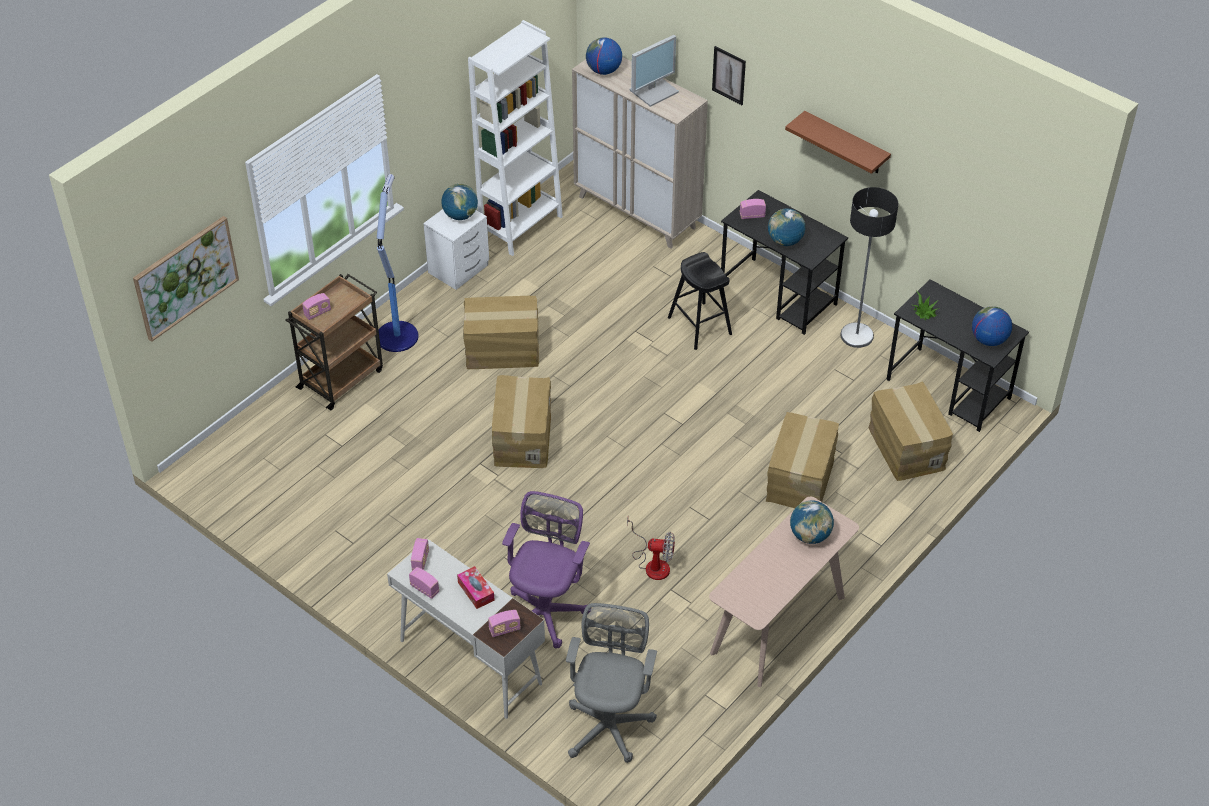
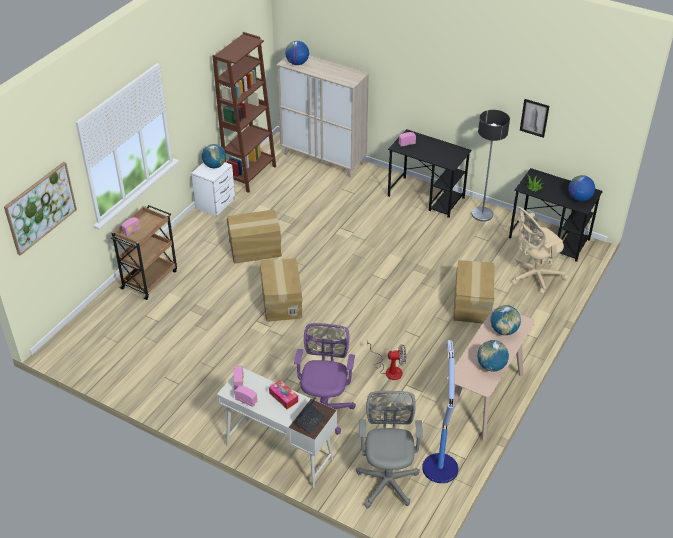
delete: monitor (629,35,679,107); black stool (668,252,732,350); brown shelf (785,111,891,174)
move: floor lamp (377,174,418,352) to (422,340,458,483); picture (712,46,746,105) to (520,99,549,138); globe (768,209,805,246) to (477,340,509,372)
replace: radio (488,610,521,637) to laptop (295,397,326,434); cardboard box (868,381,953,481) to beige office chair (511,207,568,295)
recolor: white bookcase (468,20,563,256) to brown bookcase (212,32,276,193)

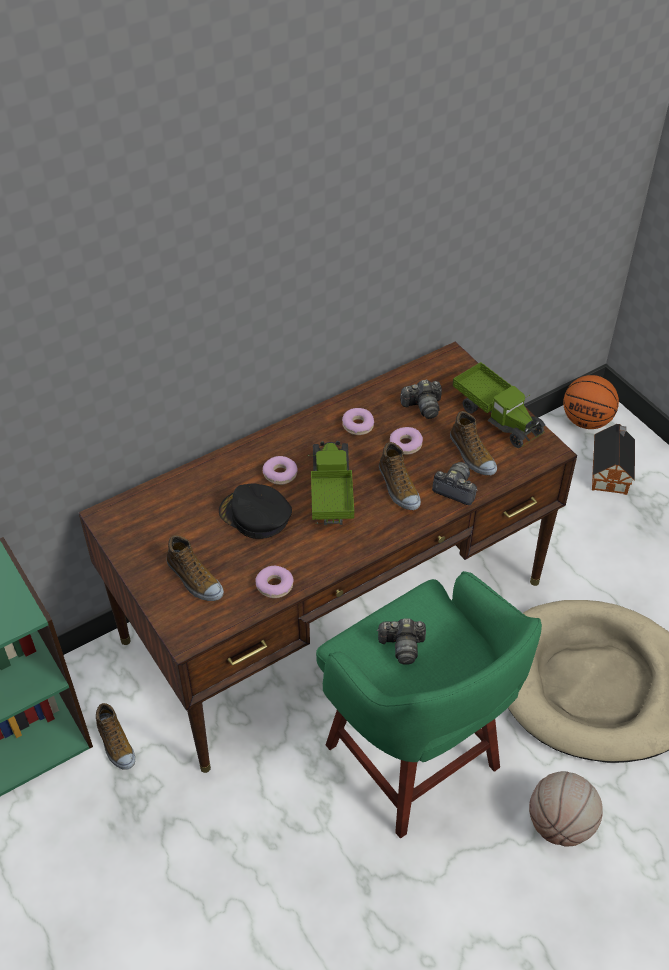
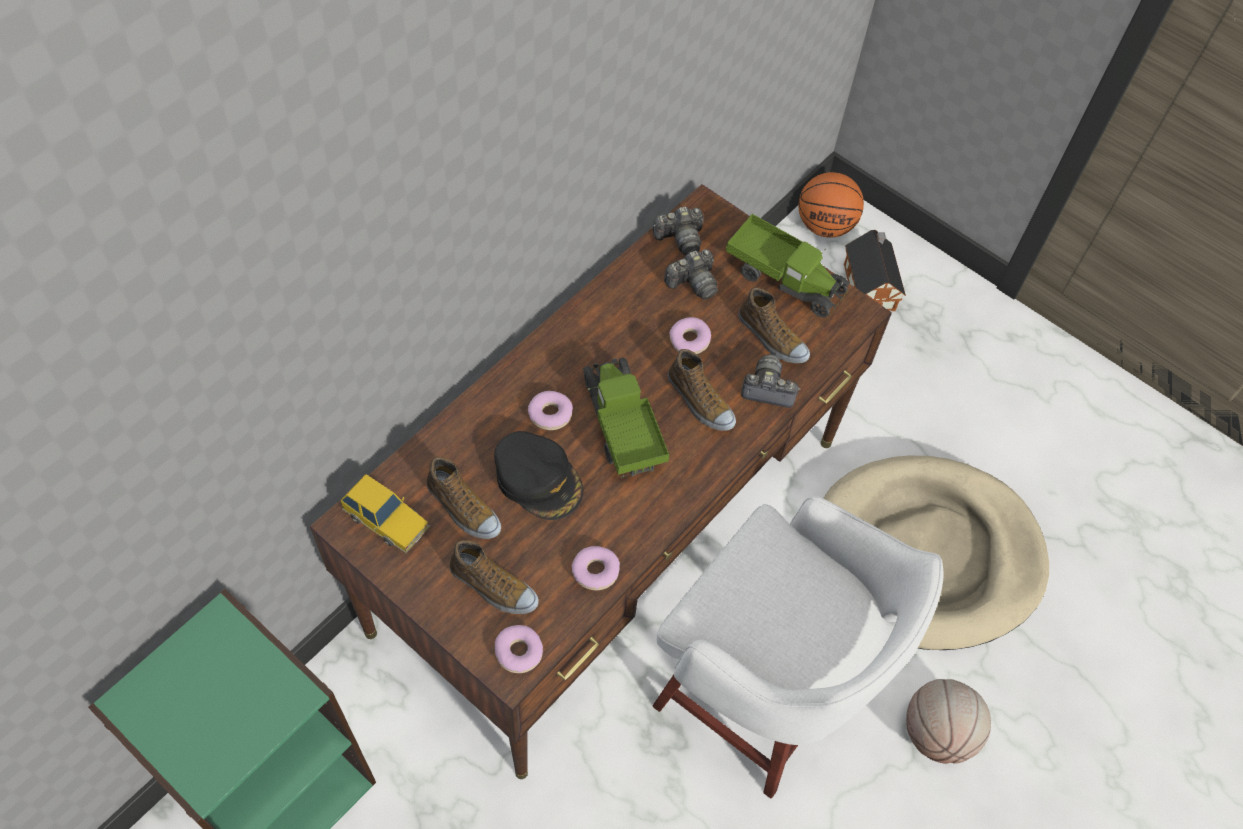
insert: toy car (340,474,430,553)
move: shoe (96,703,135,770) to (427,457,501,539); donut (342,408,374,435) to (495,625,543,673); photo camera (377,618,426,664) to (653,207,704,255)
recolor: green stool (316,571,542,838) to white stool (653,496,944,799)
rotate: black cap (219,483,292,539) = (494,431,583,520) 150 degrees counterclockwise

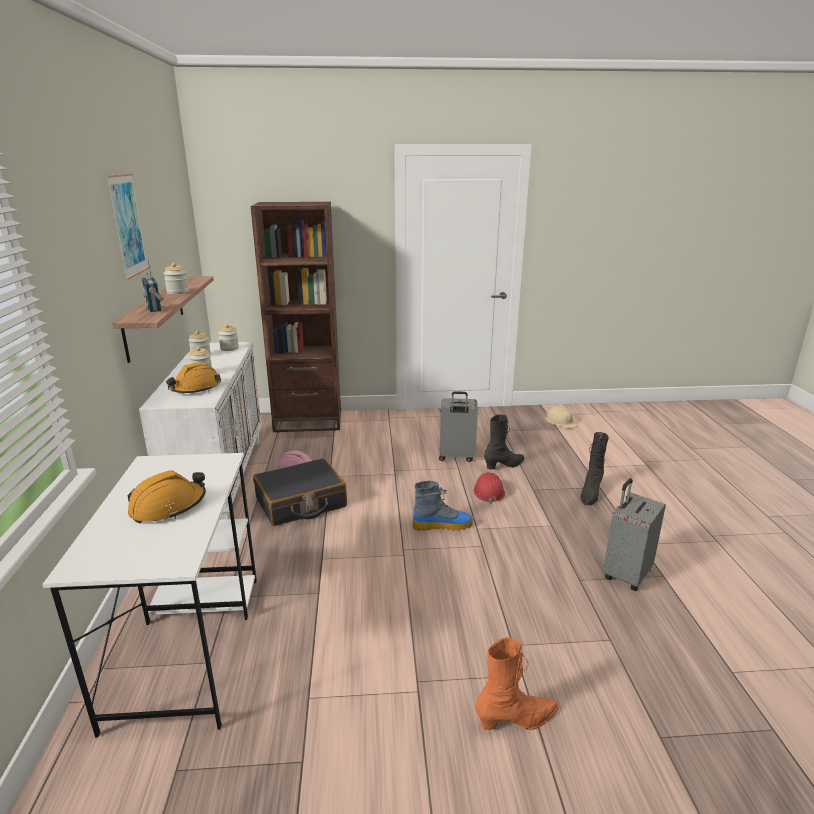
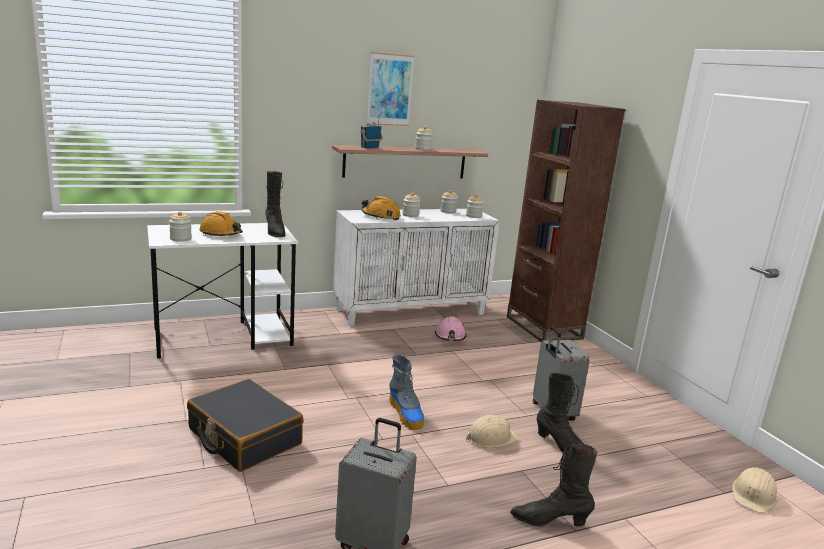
delete: orange boot (475,637,559,730)
insert: jar (169,212,192,242); black boot (265,171,286,237)
move: black suitcase (253,458,347,526) to (187,379,303,472)
recolor: red hard hat (474,472,505,504) to beige hard hat (466,415,519,448)

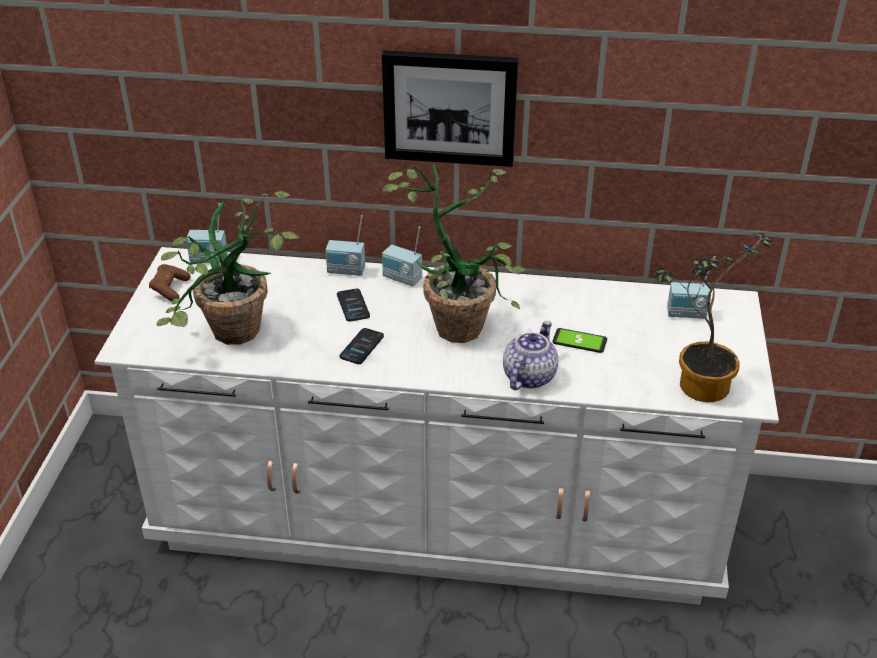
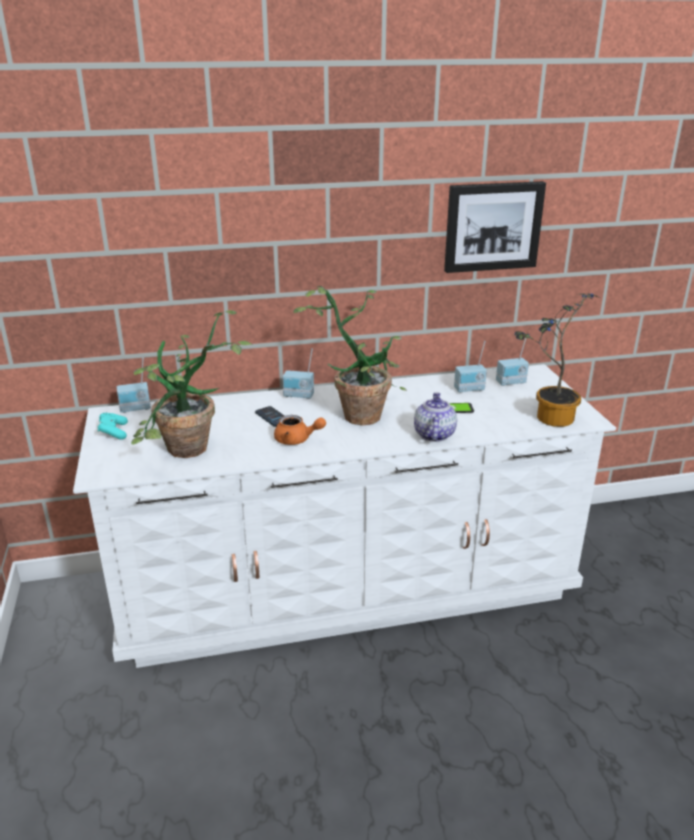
move: radio (325,215,365,276) to (454,341,487,392); picture (382,50,518,167) to (444,181,546,273)
replace: phone (340,328,384,364) to orange teapot (274,415,326,445)
recolor: brown game controller (149,264,191,302) to turquoise game controller (98,413,128,440)

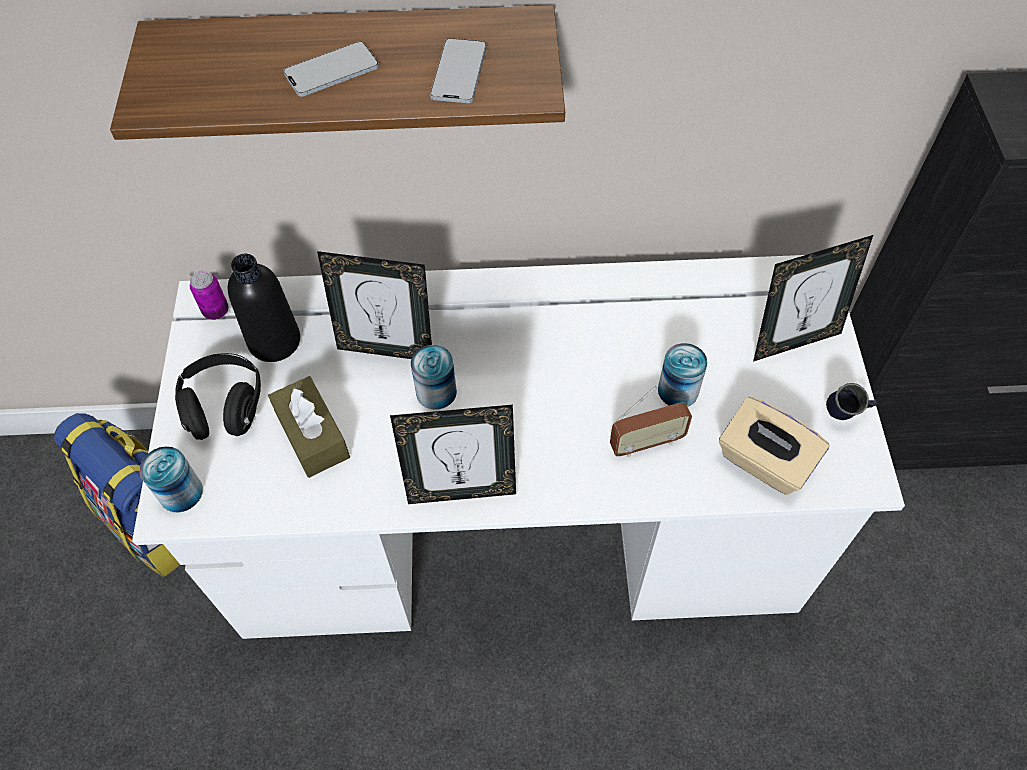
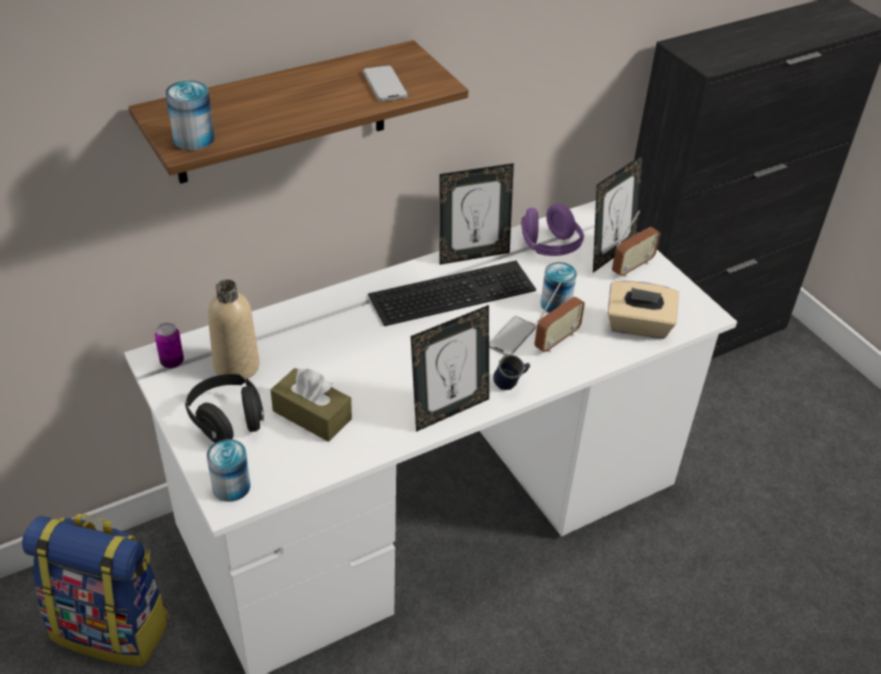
insert: keyboard (368,261,536,326); purple headphones (521,203,584,256); radio (612,211,660,277)
move: phone (283,41,379,97) to (489,316,536,355); picture frame (317,251,432,359) to (439,163,514,265); can (411,345,457,410) to (166,81,215,150); blue mug (826,383,877,420) to (493,354,530,390)
recolor: black bottle (228,254,300,362) to beige bottle (208,279,260,378)

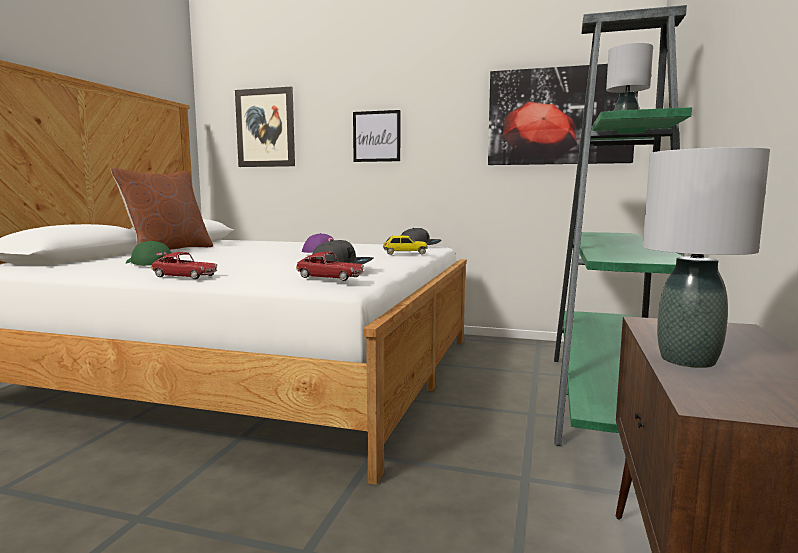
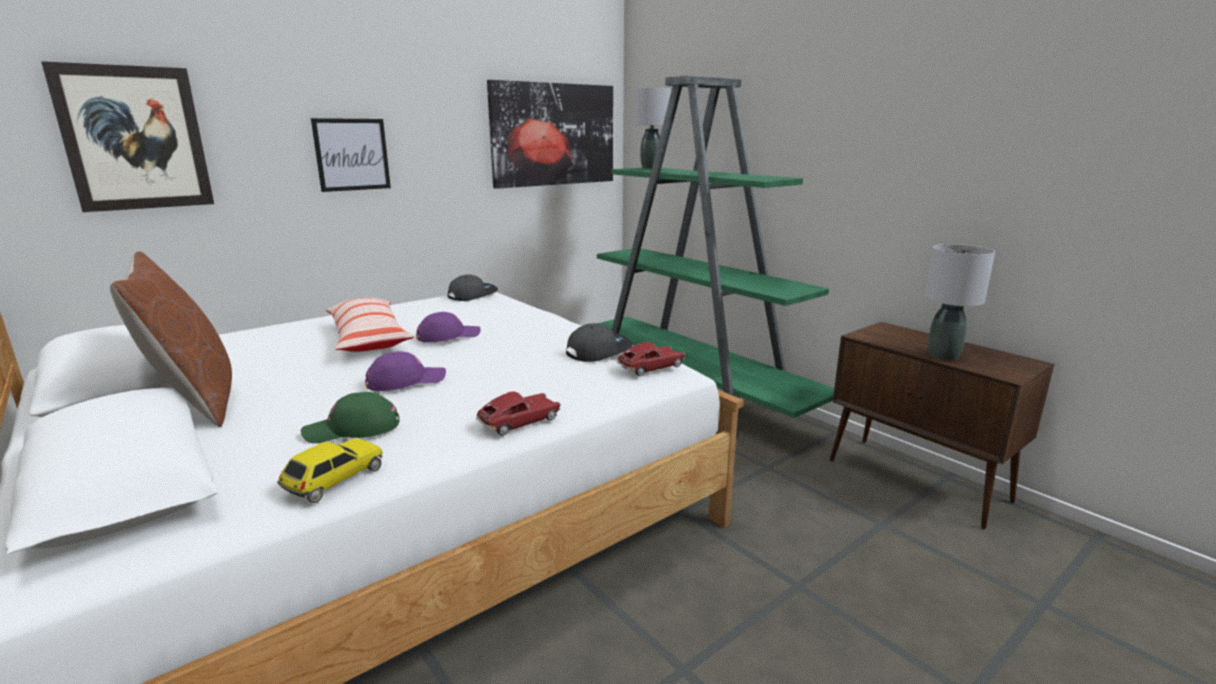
insert: pillow (326,298,414,352); purple cap (365,351,446,391)
move: toy car (383,236,428,255) to (277,438,383,503)

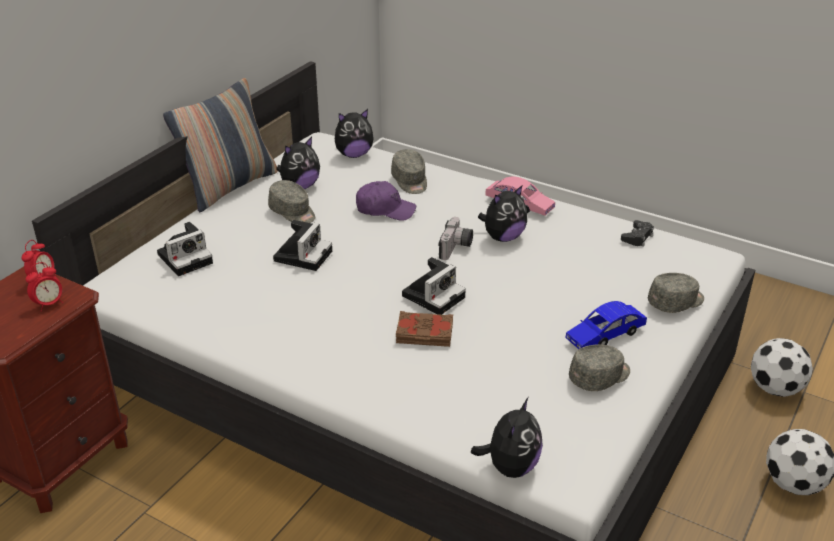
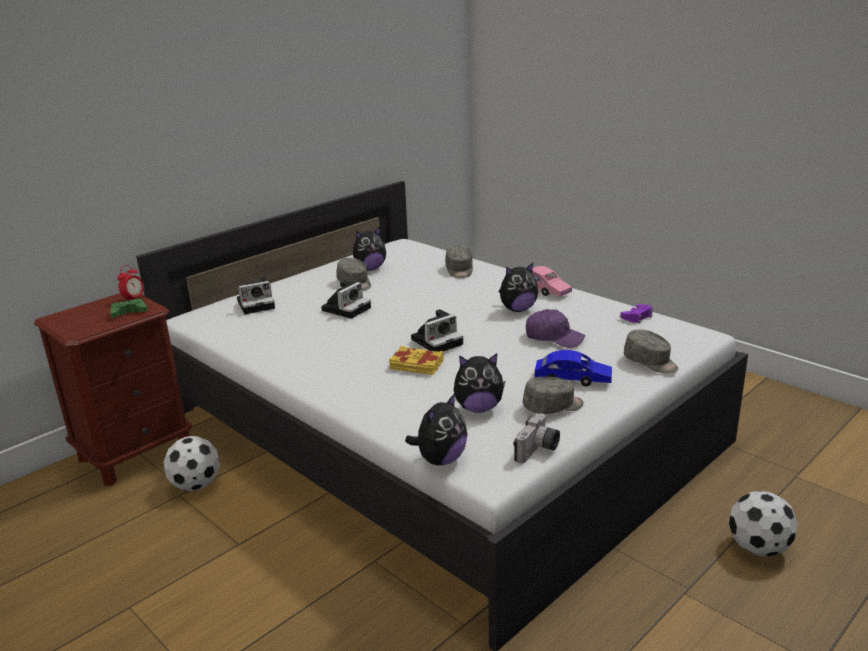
delete: pillow (163,78,278,212)
move: plush toy (335,109,374,158) to (454,354,505,413); purple cap (356,181,416,221) to (526,309,585,348); photo camera (438,217,473,260) to (513,413,560,463); football (751,338,813,397) to (163,436,220,491)
replace: alarm clock (25,262,63,312) to green game controller (110,298,147,318)
recolor: brown book (396,311,453,347) to yellow book (389,346,444,375); black game controller (621,220,654,247) to purple game controller (620,304,653,324)
rotate: blue toy car (565,301,647,349) = (535,350,612,386) 150 degrees counterclockwise; grey cap (648,273,704,313) = (624,329,678,374) 60 degrees clockwise

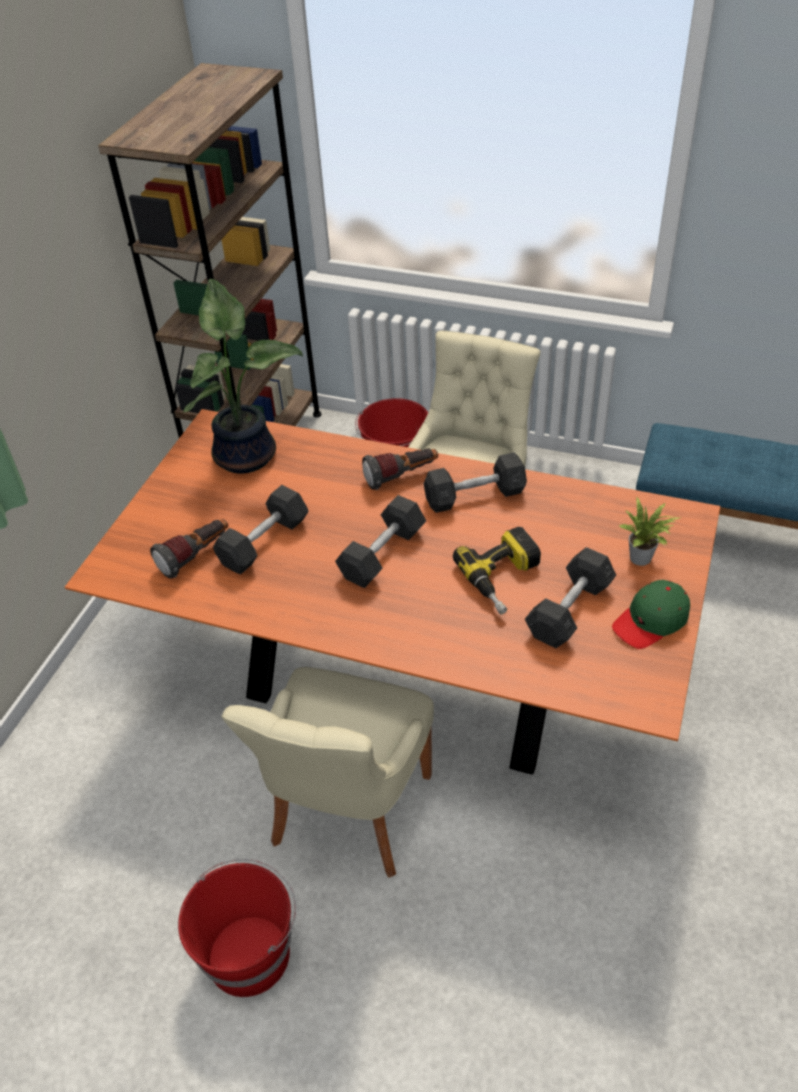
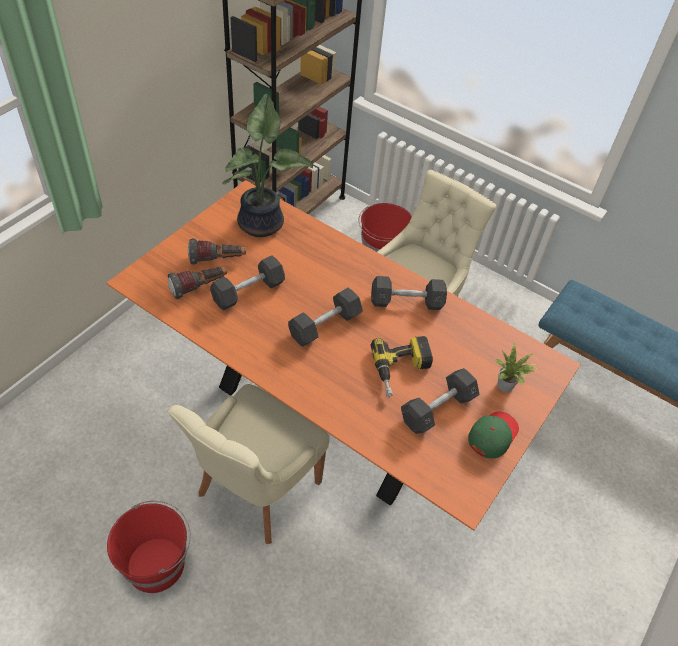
move: flashlight (362,448,438,490) to (188,238,246,265)
rotate: green cap (612,580,690,649) = (468,412,519,459) 150 degrees clockwise

